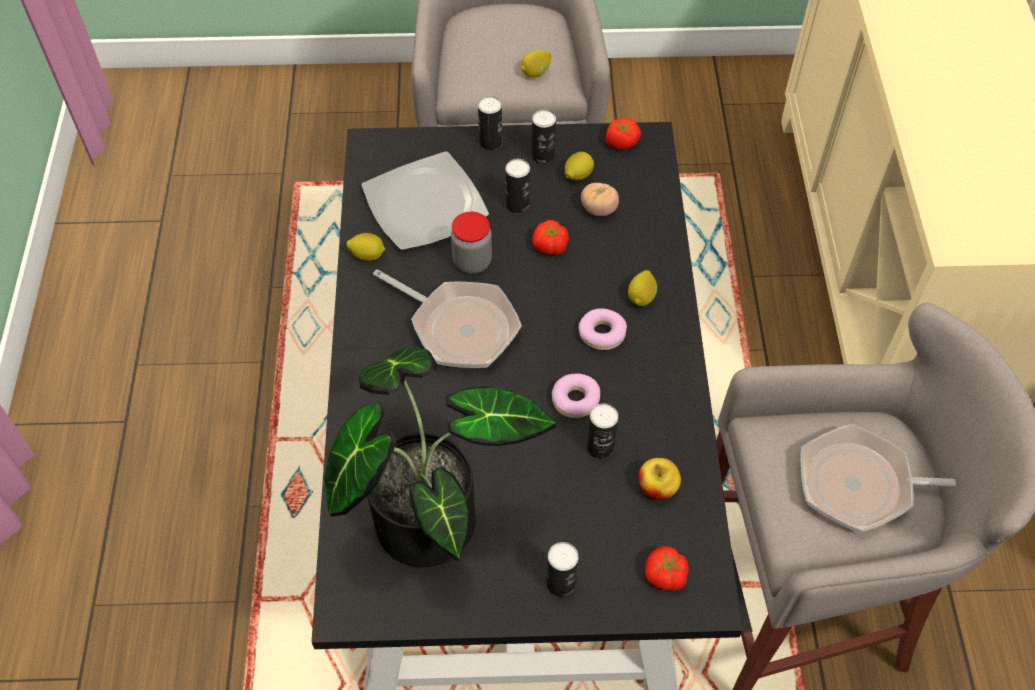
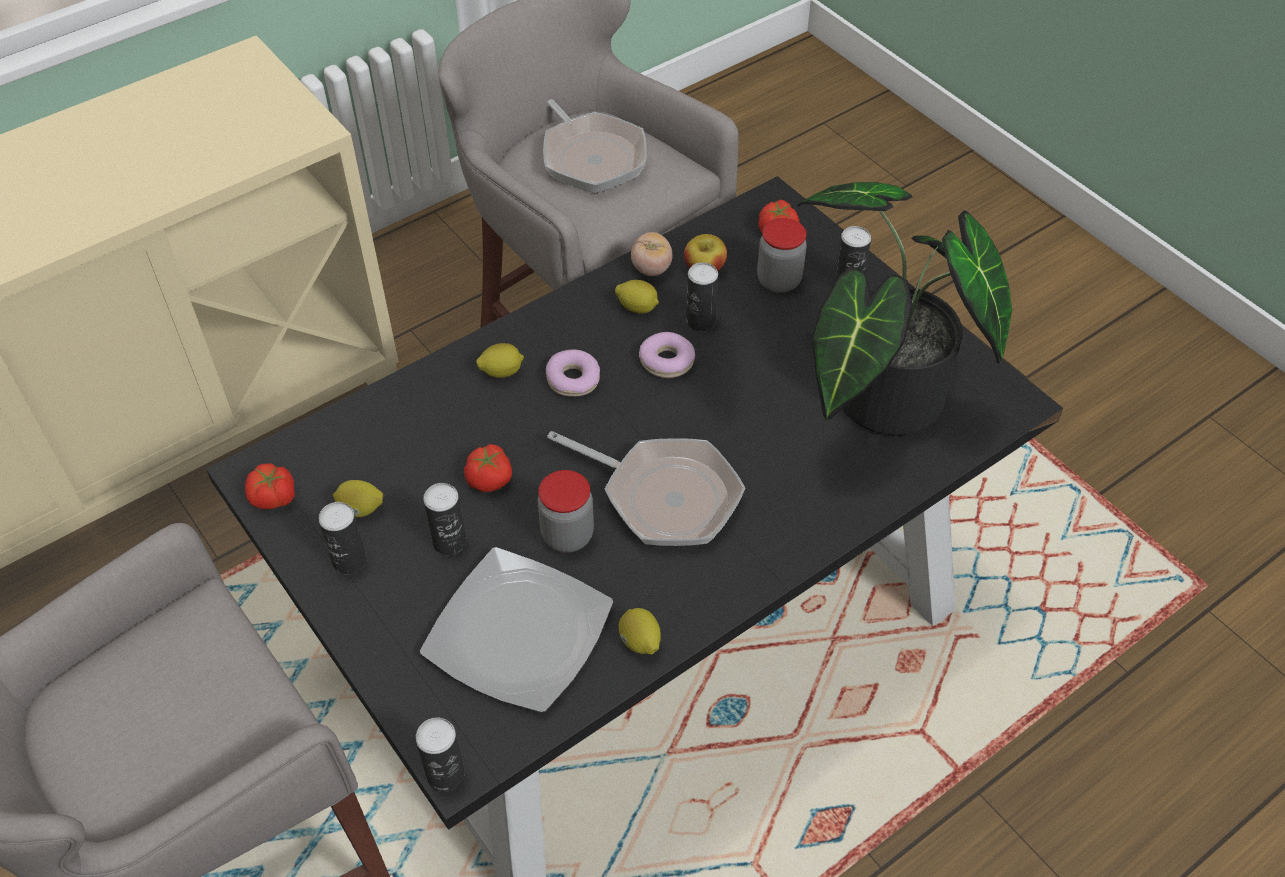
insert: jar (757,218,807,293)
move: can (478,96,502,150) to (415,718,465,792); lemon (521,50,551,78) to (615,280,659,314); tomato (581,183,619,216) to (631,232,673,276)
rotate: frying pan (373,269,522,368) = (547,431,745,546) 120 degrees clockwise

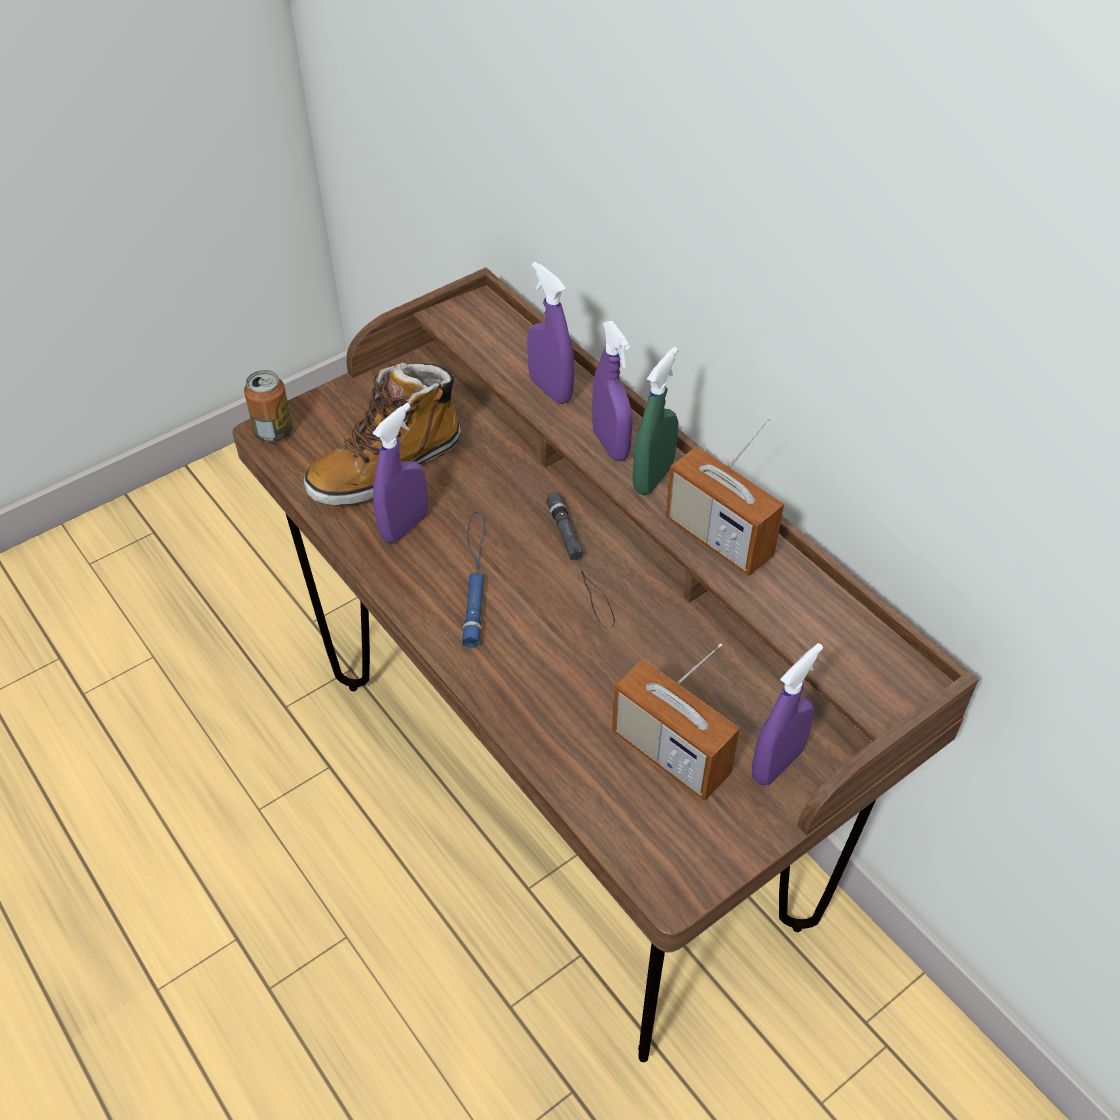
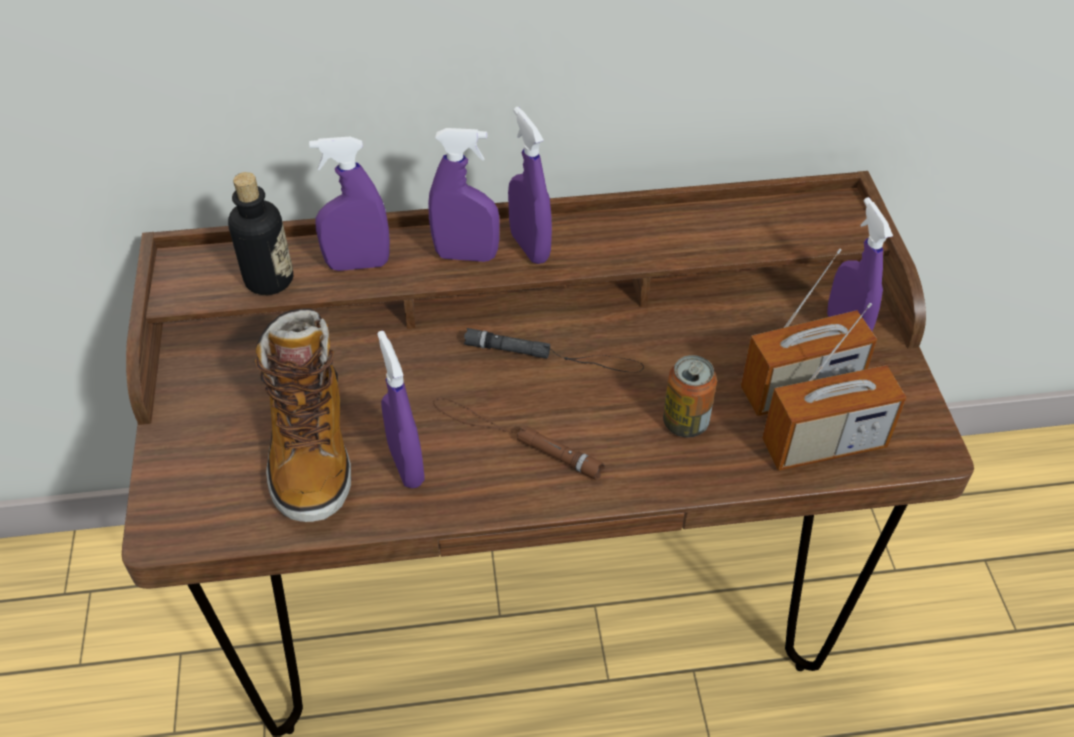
insert: bottle (228,172,293,295)
move: can (244,370,293,442) to (663,355,717,437); radio (666,417,784,576) to (762,303,906,471)
recolor: blue flashlight (462,512,485,649) to brown flashlight (433,398,605,480); green spray bottle (632,347,679,495) to purple spray bottle (508,107,552,264)

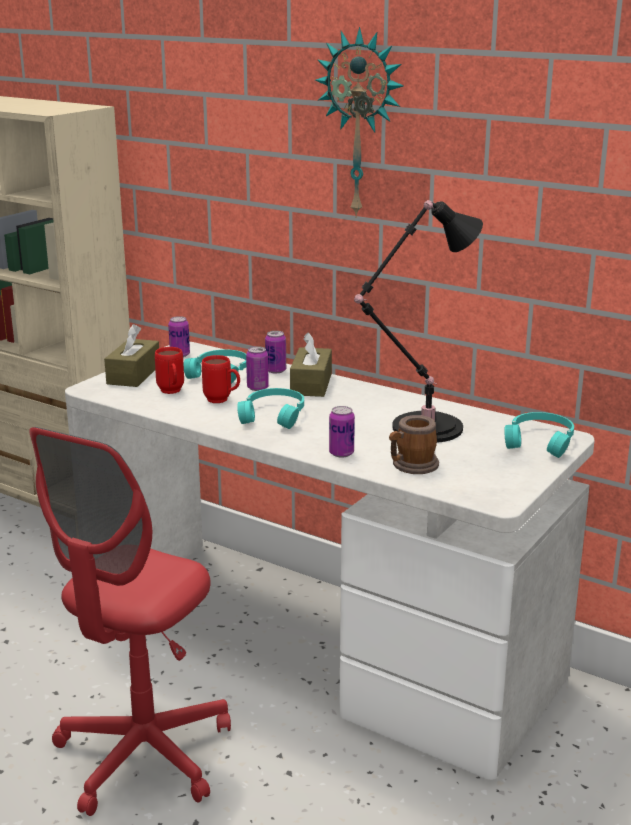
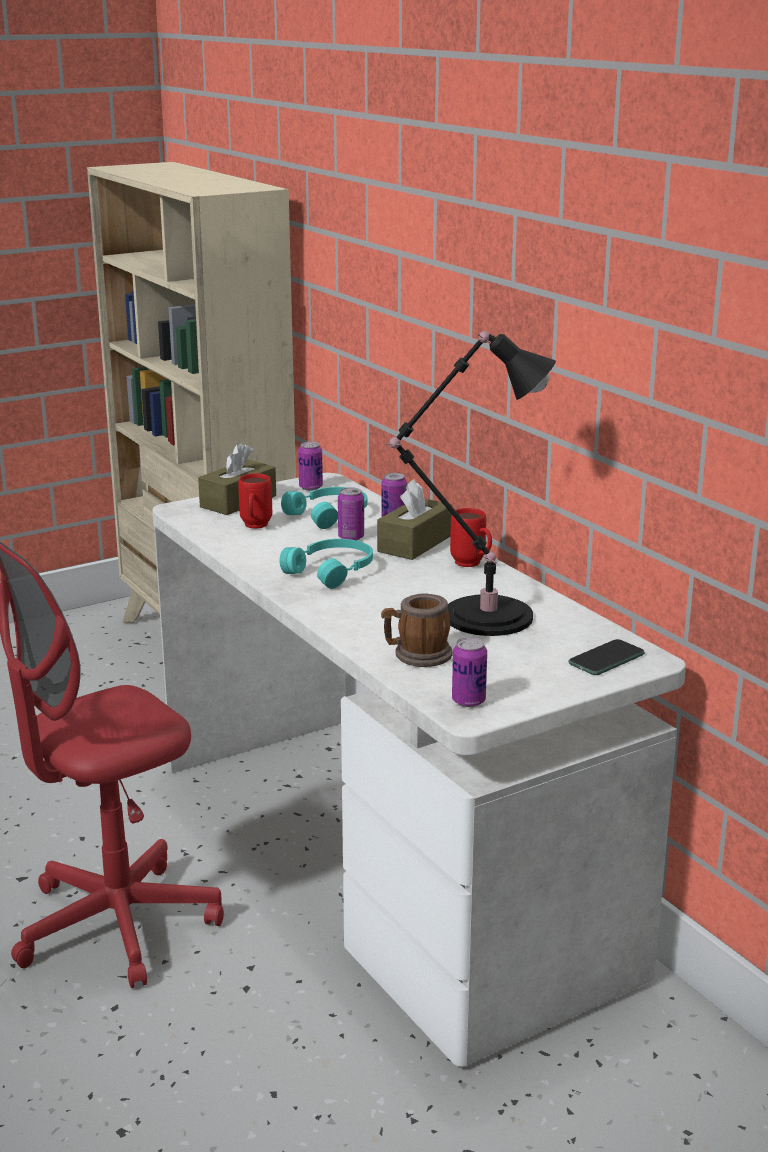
delete: wall clock (315,27,404,218)
move: red mug (202,355,240,403) to (450,508,492,567); can (329,406,355,458) to (452,637,487,707)
replace: turquoise headphones (504,412,574,458) to phone (568,639,645,675)

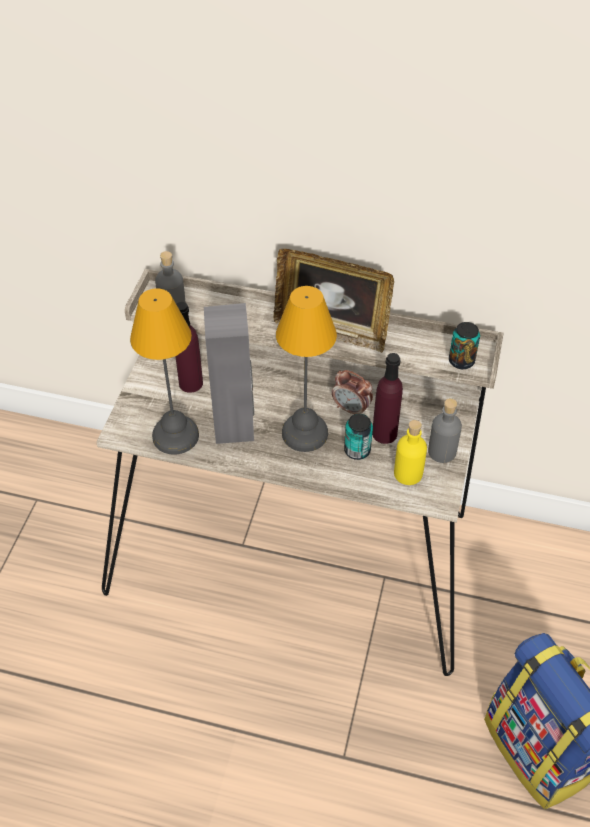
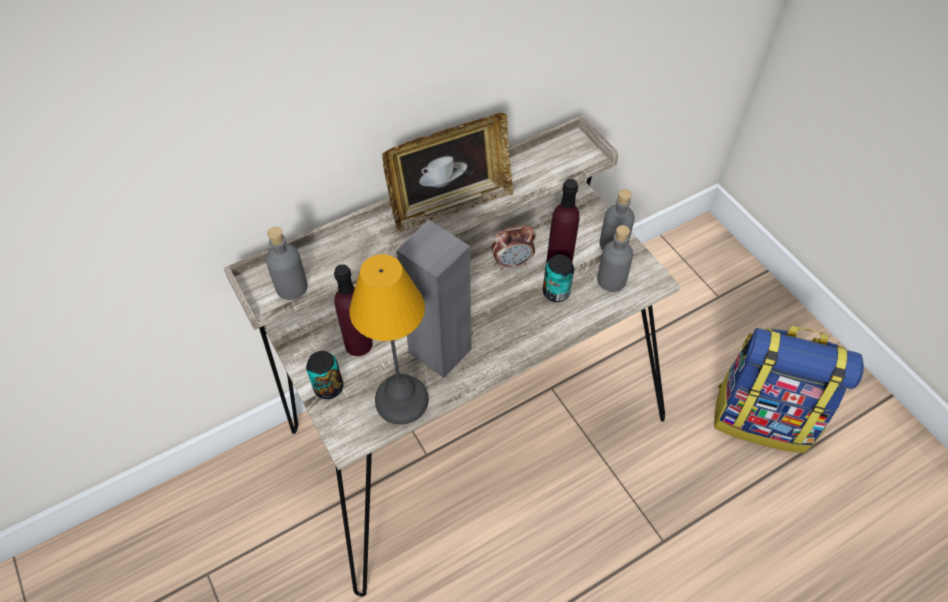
delete: table lamp (276,286,337,452)
move: can (449,322,480,369) to (306,351,343,399)
recolor: yellow bottle (394,420,427,485) to grey bottle (597,225,633,292)

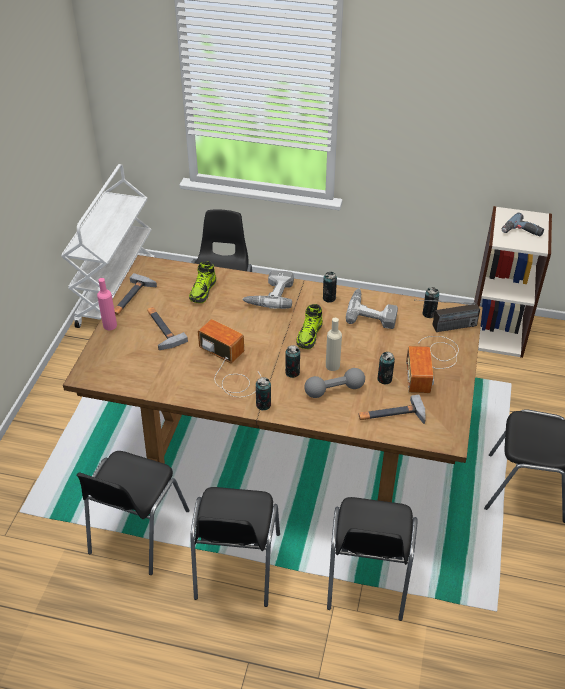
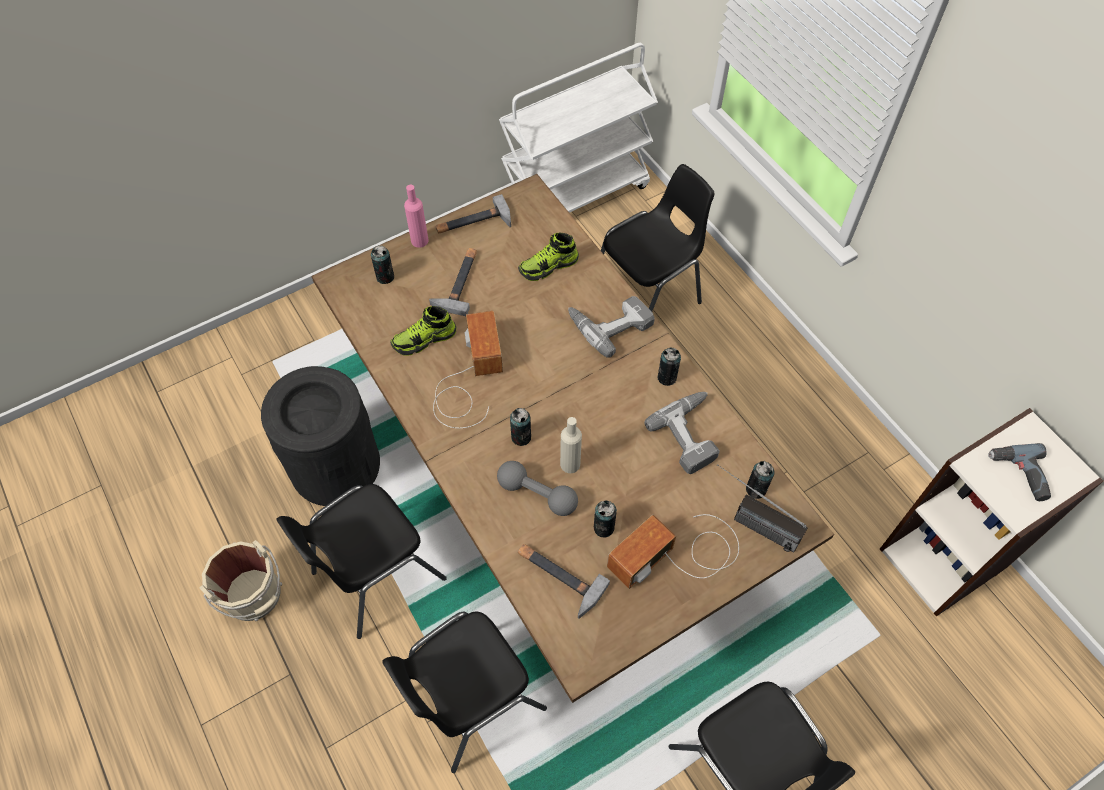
insert: beige bucket (199,540,282,621)
move: can (256,377,271,410) to (371,245,394,284); shoe (296,304,323,349) to (390,306,456,356)
replace: black chair (76,451,189,575) to black trash can (261,366,380,506)

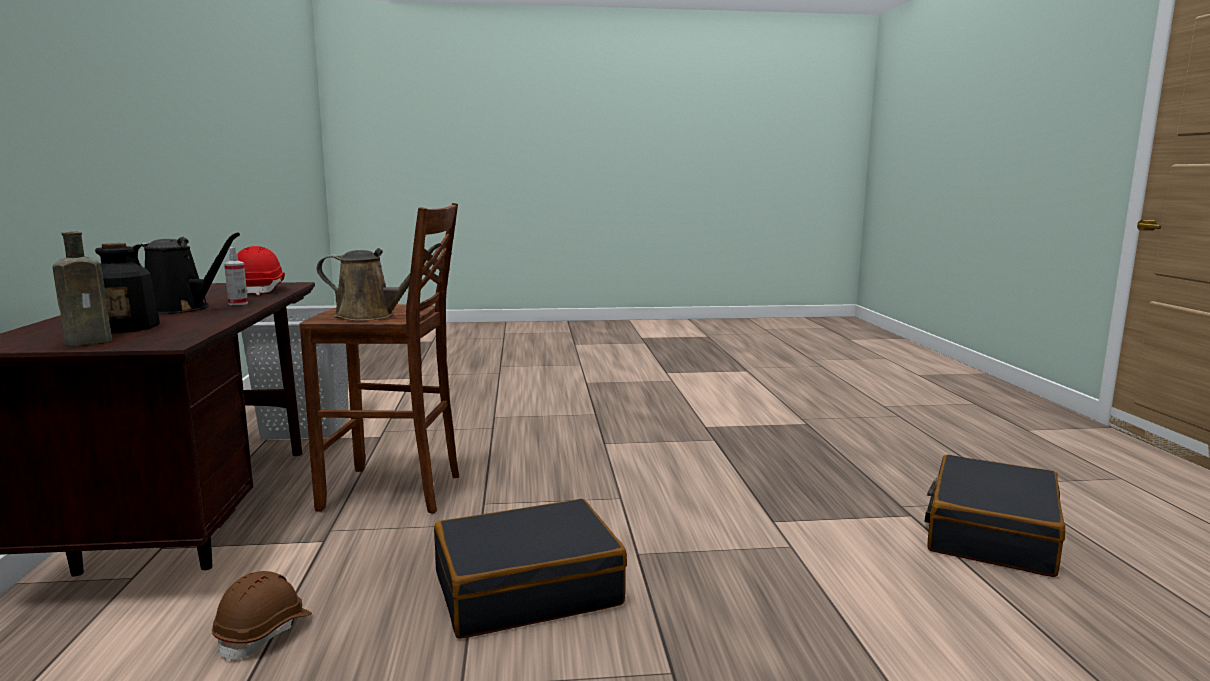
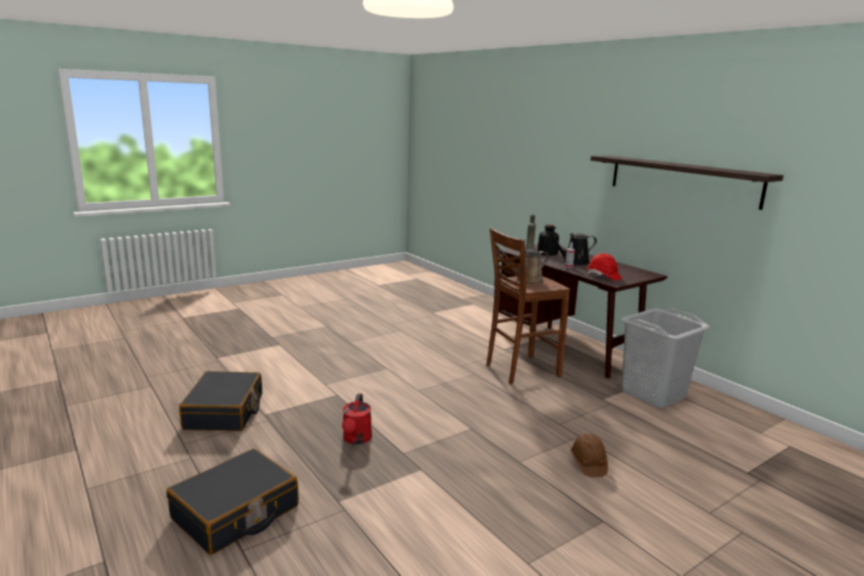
insert: red watering can (342,393,372,445); shelf (591,155,784,210)
move: brown hard hat (212,571,312,663) to (571,434,608,477); black suitcase (434,499,627,639) to (166,449,299,555)

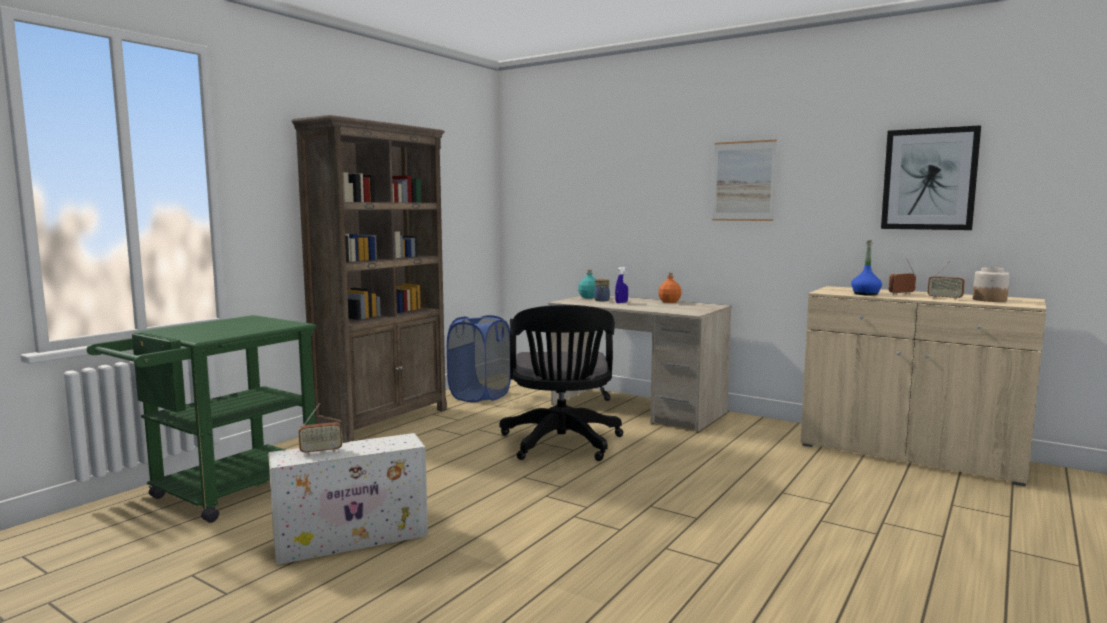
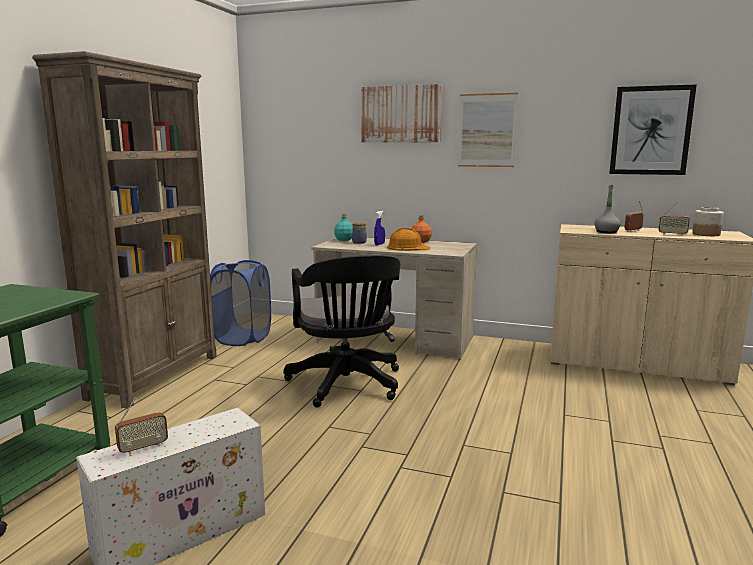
insert: picture (361,84,442,143); orange hard hat (387,228,431,251)
recolor: blue bottle (851,240,882,296) to grey bottle (594,185,621,234)

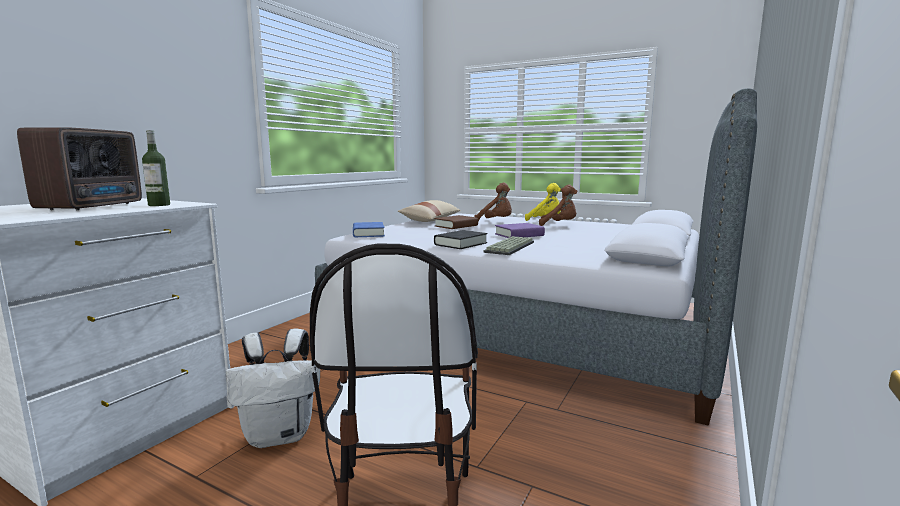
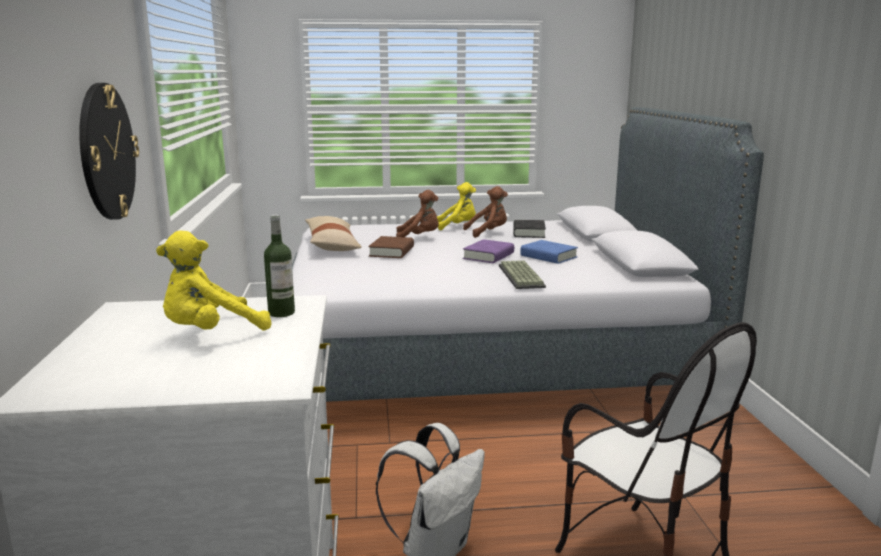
insert: wall clock (79,83,139,220)
move: blue book (353,222,385,237) to (520,240,578,264); black book (434,230,488,249) to (513,220,546,238)
replace: radio (17,127,142,210) to yellow plush toy (156,231,272,330)

